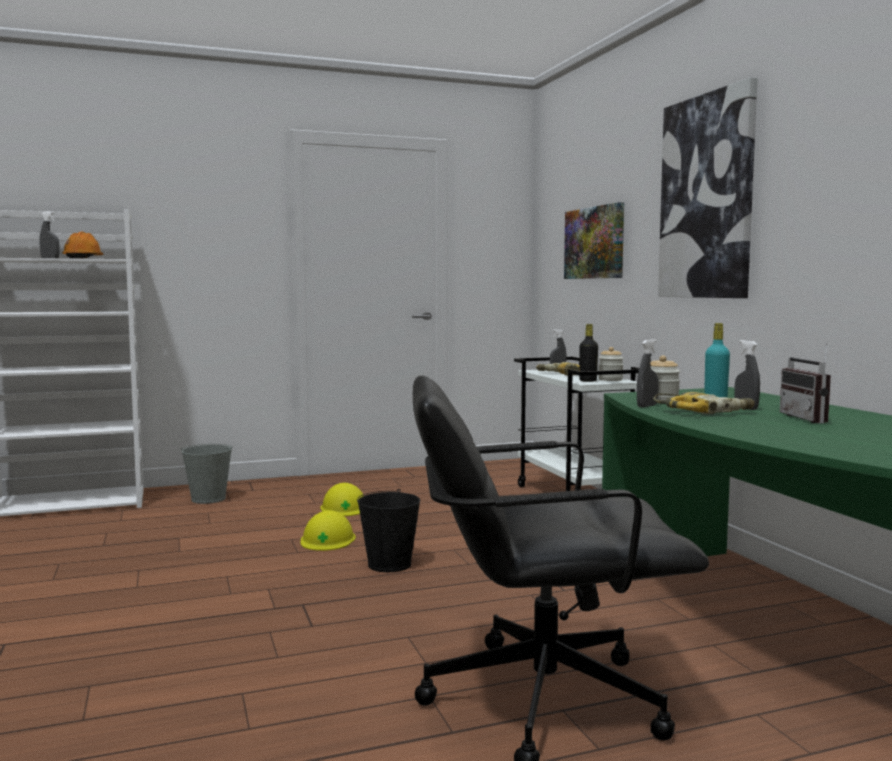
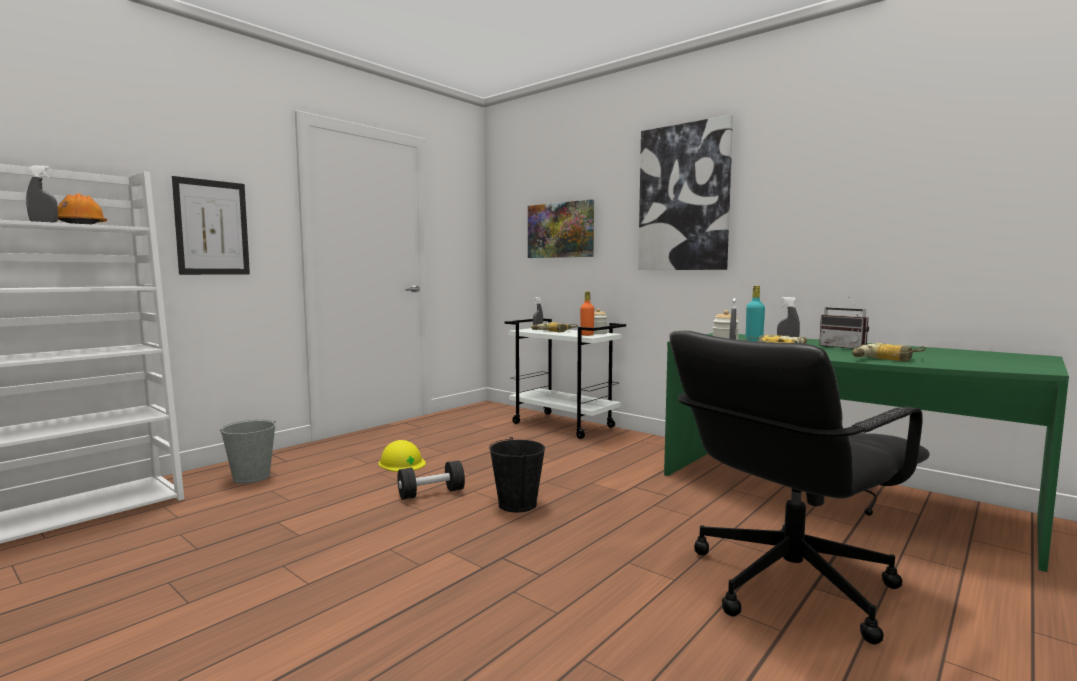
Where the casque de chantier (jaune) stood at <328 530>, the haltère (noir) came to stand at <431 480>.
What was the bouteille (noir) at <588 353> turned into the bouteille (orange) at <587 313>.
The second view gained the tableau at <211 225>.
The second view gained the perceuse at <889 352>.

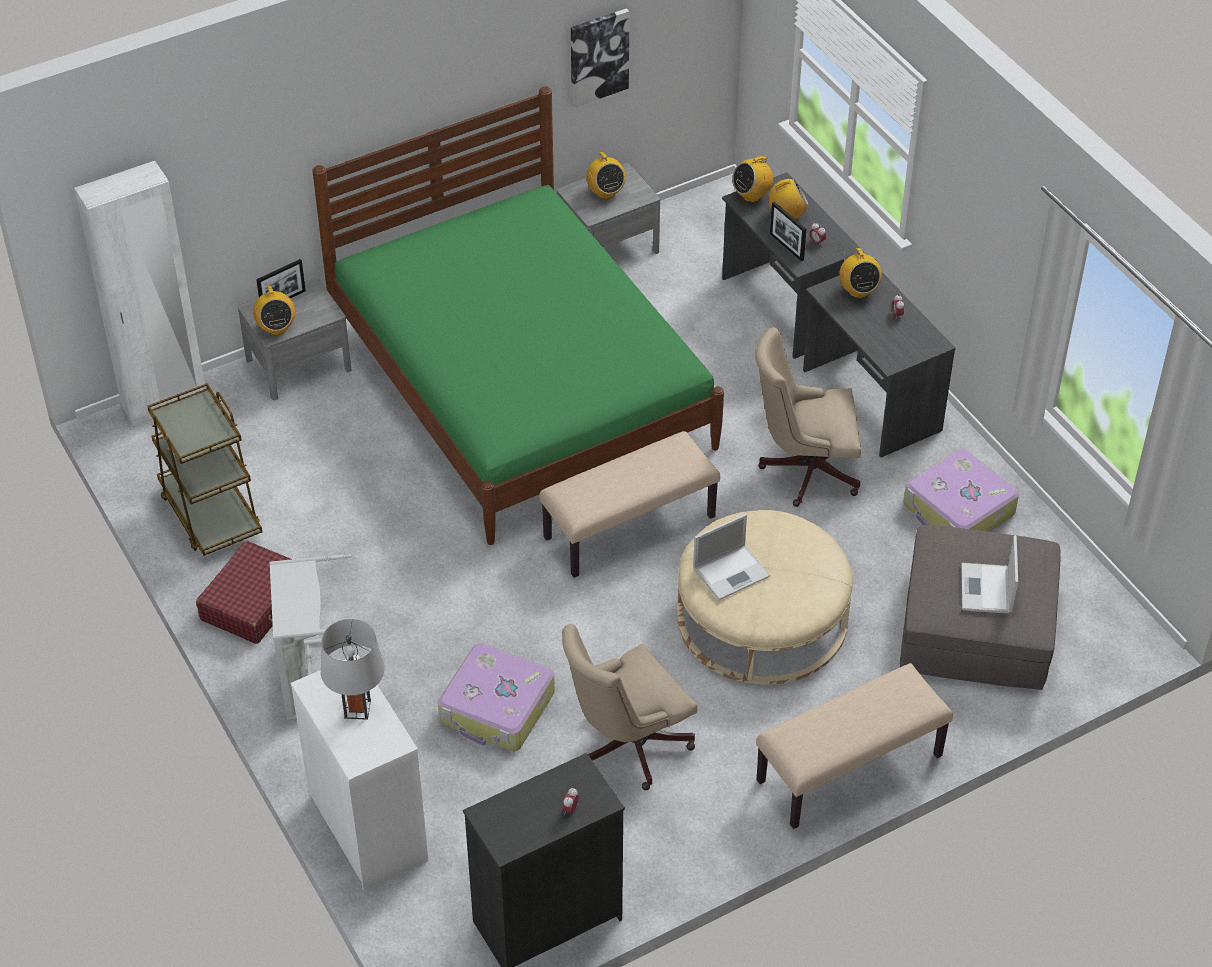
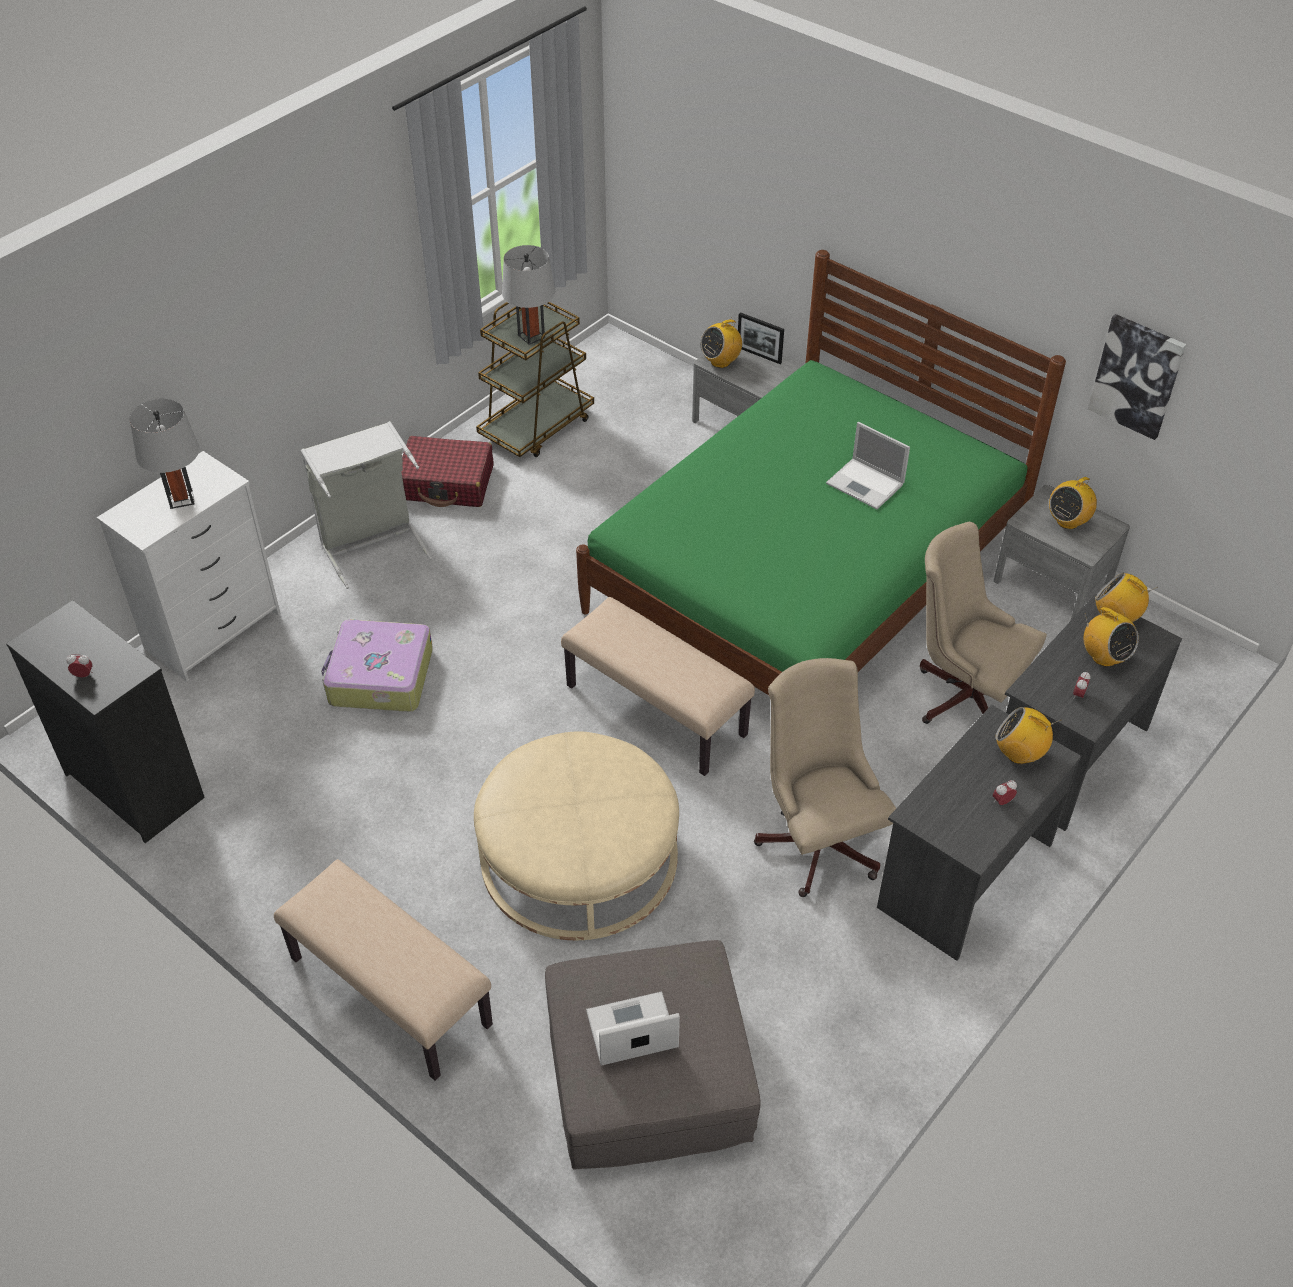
The second view lost the armoire (blanc) at <140 293>.
The chaise de bureau (beige) ended up elsewhere, having gone from <629 707> to <983 623>.
The ordinateur portable ended up elsewhere, having gone from <731 557> to <868 465>.
The second view lost the cadre photo at <788 231>.
The radio at <860 273> ended up facing another way, 60 degrees clockwise from before.
The second view lost the valise at <961 490>.
The second view gained the lampe de table (gris) at <528 295>.

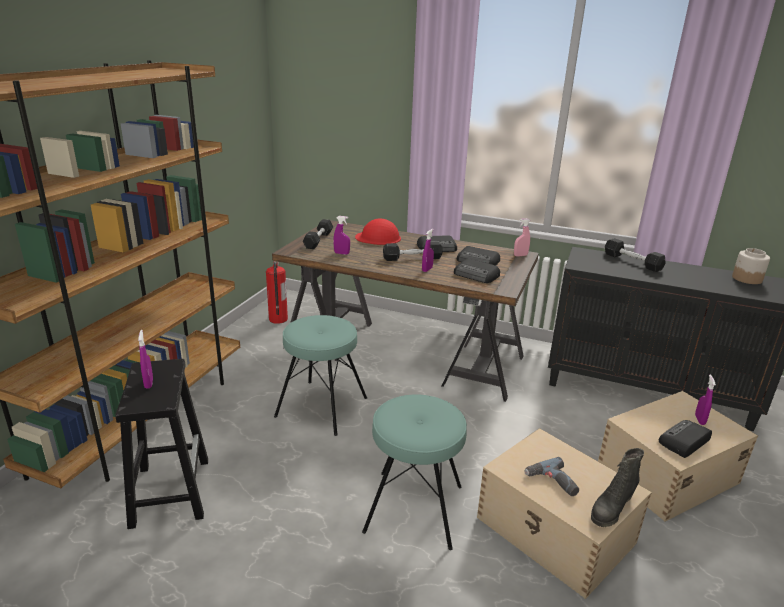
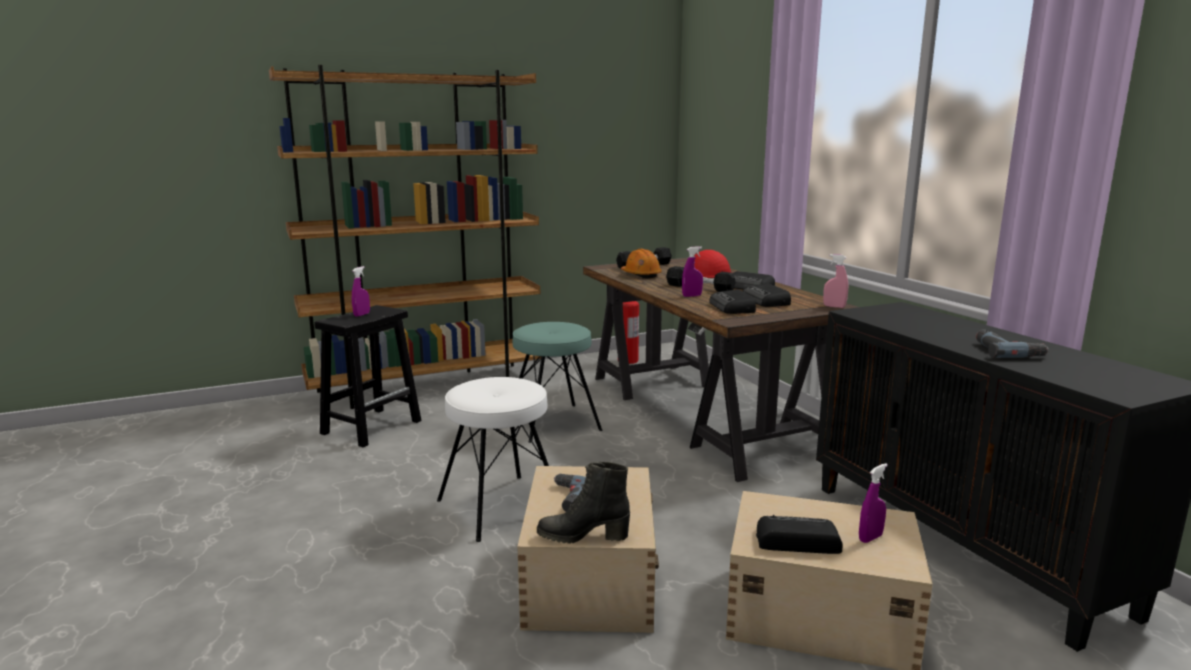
Where the vaporisateur (violet) stood at <341 235>, the casque de chantier (orange) came to stand at <641 264>.
What was the tabouret (turquoise) at <414 472> turned into the tabouret (blanc) at <493 459>.
The second view lost the haltère (noir) at <635 255>.
The second view lost the bocal at <751 266>.
The second view gained the perceuse at <1012 343>.

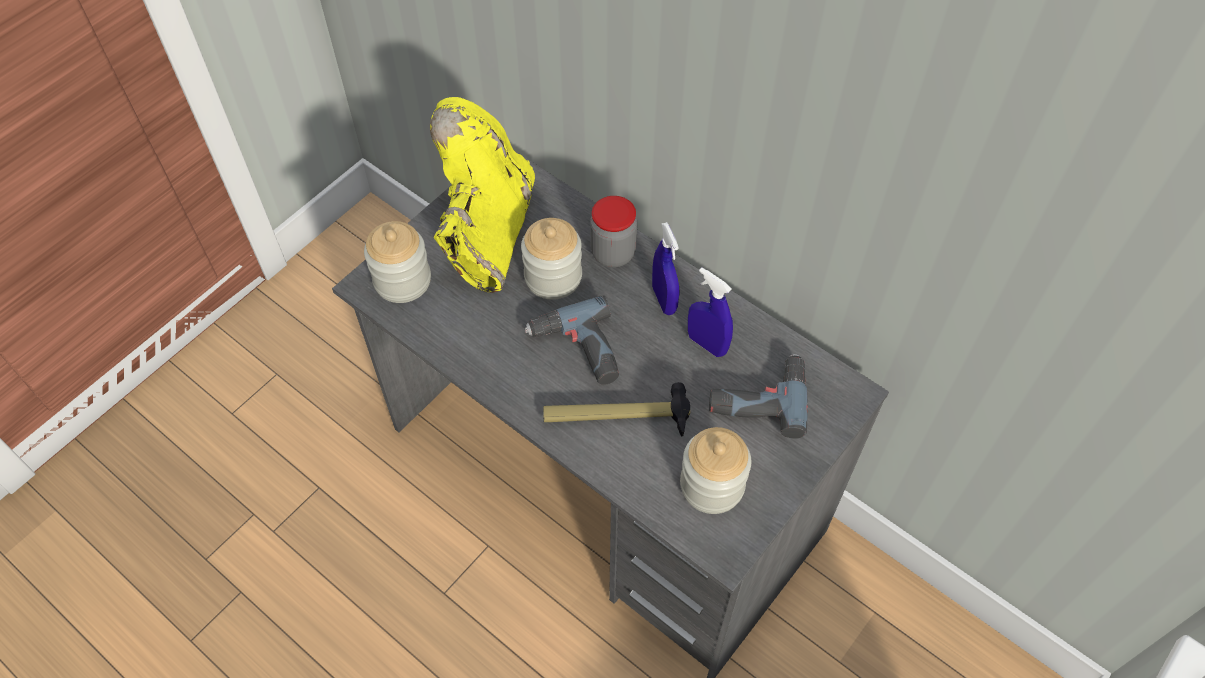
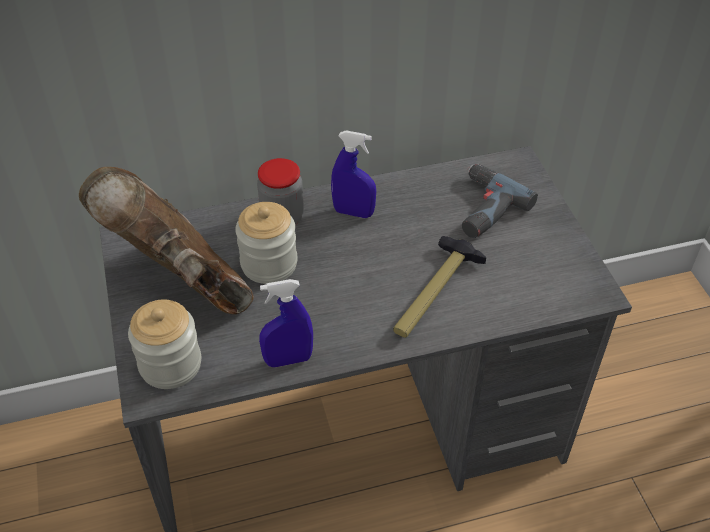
What was the botte (jaune) at <482 195> turned into the botte (marron) at <166 241>.
The second view lost the perceuse at <571 340>.
The second view lost the bocal at <715 470>.
The vaporisateur (bleu) ended up elsewhere, having gone from <710 312> to <286 323>.

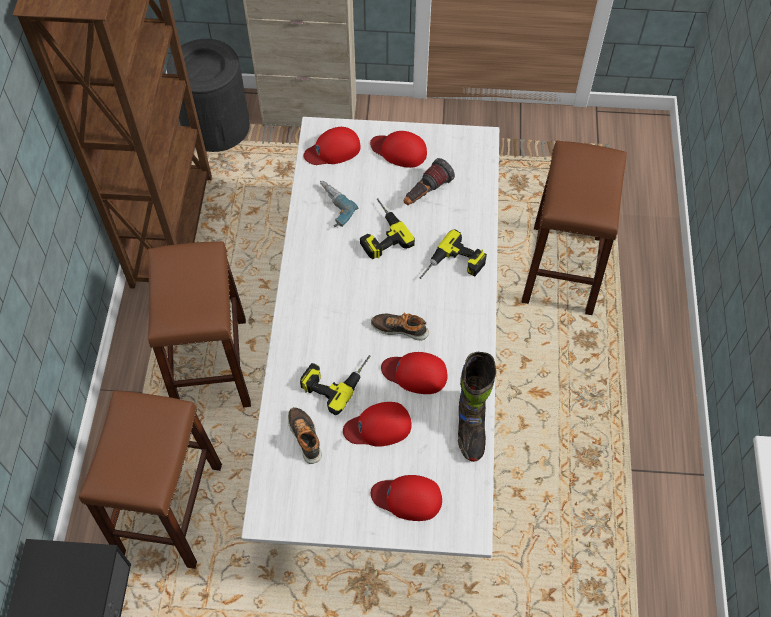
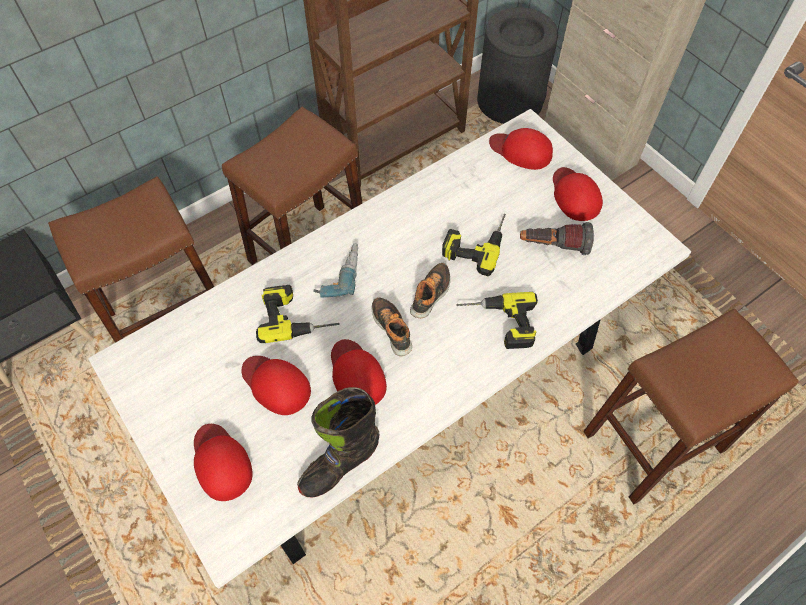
The chaussure ended up elsewhere, having gone from <305 435> to <430 290>.
The perceuse ended up elsewhere, having gone from <339 204> to <335 270>.

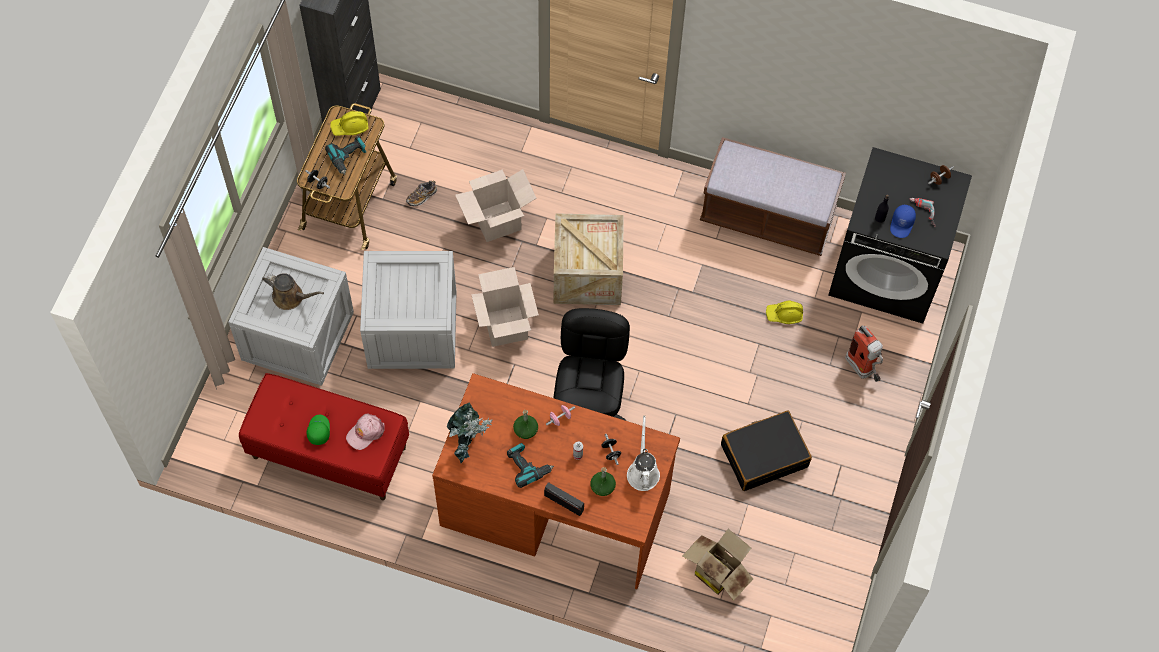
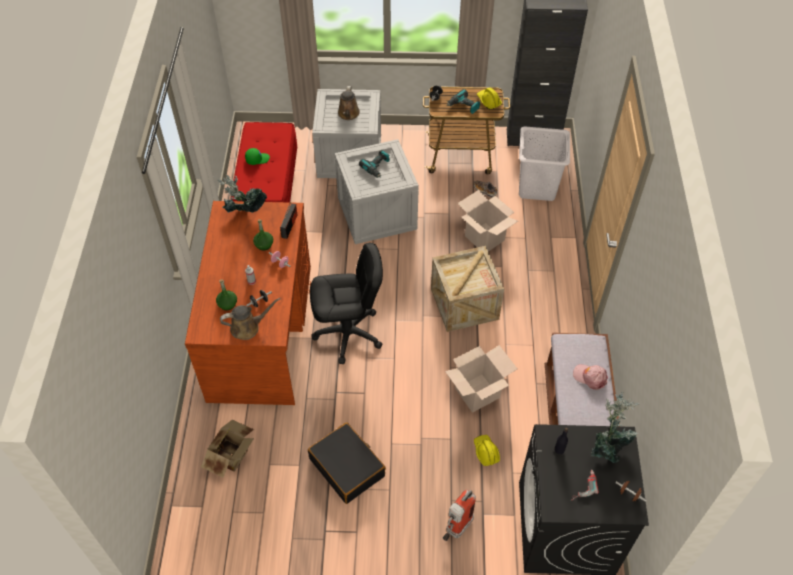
The casquette (rose) ended up elsewhere, having gone from <365 432> to <590 377>.
The carton ended up elsewhere, having gone from <505 307> to <481 379>.
The perceuse ended up elsewhere, having gone from <530 465> to <374 164>.
The radio ended up elsewhere, having gone from <564 499> to <288 220>.
What was the arrosoir (blanc) at <643 453> turned into the arrosoir (marron) at <250 319>.
The second view lost the casquette (bleu) at <903 221>.
The second view gained the panier à linge (blanc) at <544 163>.
The second view gained the plante en pot at <615 427>.

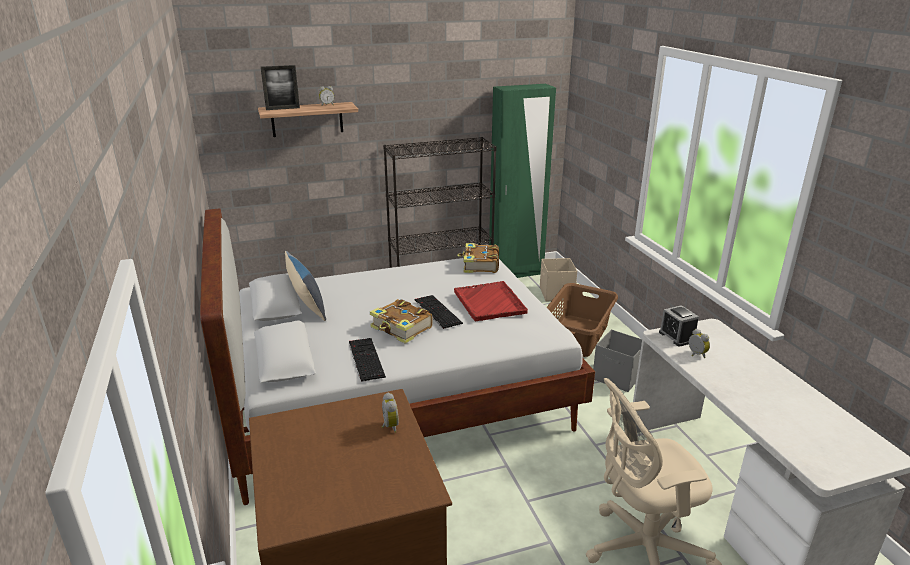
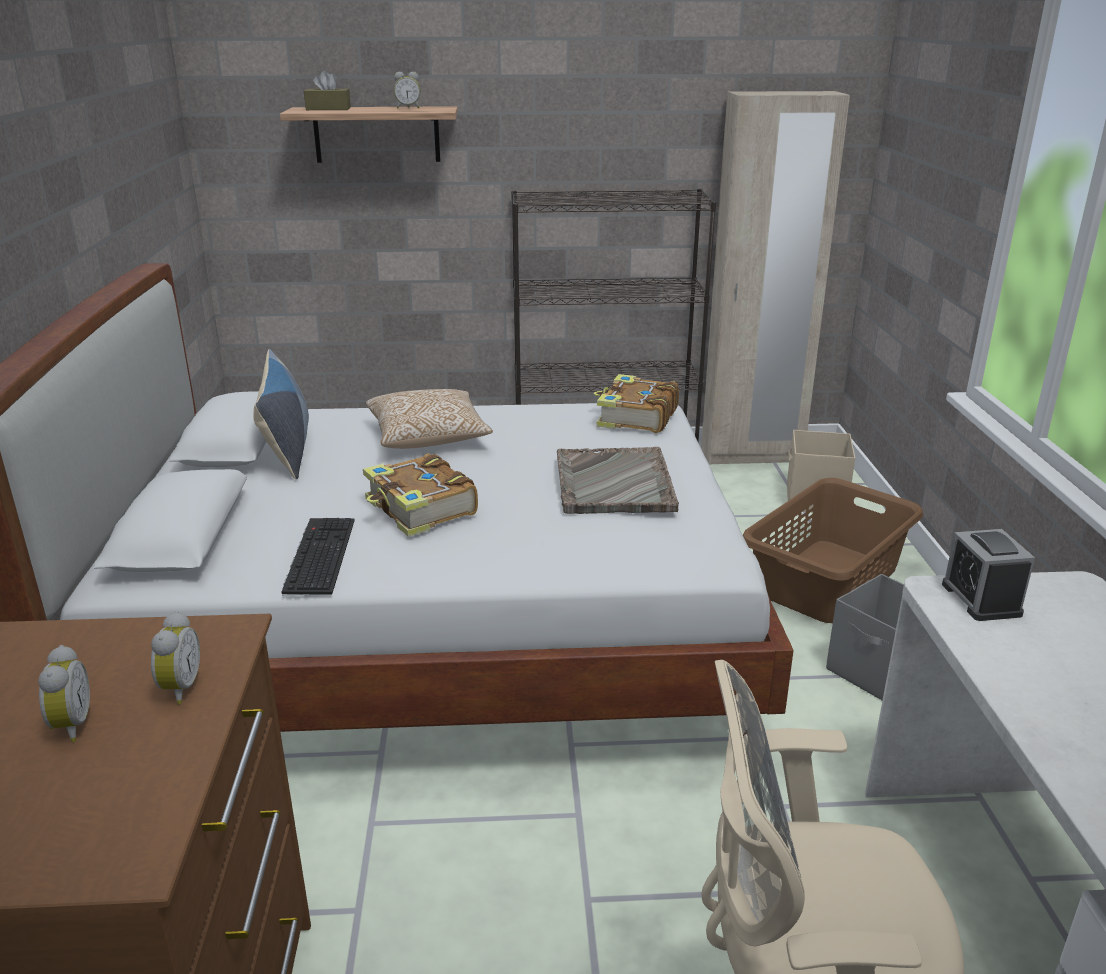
Where the cadre photo stood at <280 87>, the boîte à mouchoirs (marron) came to stand at <327 90>.
The second view lost the clavier at <439 312>.
What was the plateau (rouge) at <491 301> turned into the plateau (gris) at <618 480>.
What was the armoire (vert) at <522 181> turned into the armoire (beige) at <775 278>.
The réveil ended up elsewhere, having gone from <699 343> to <64 693>.
The second view gained the coussin at <429 419>.

